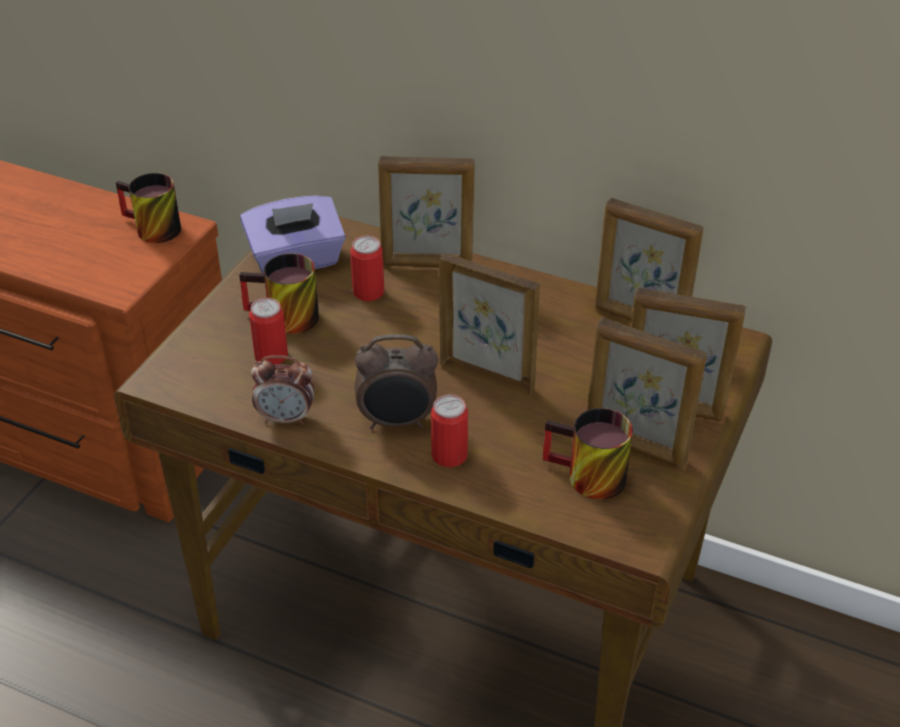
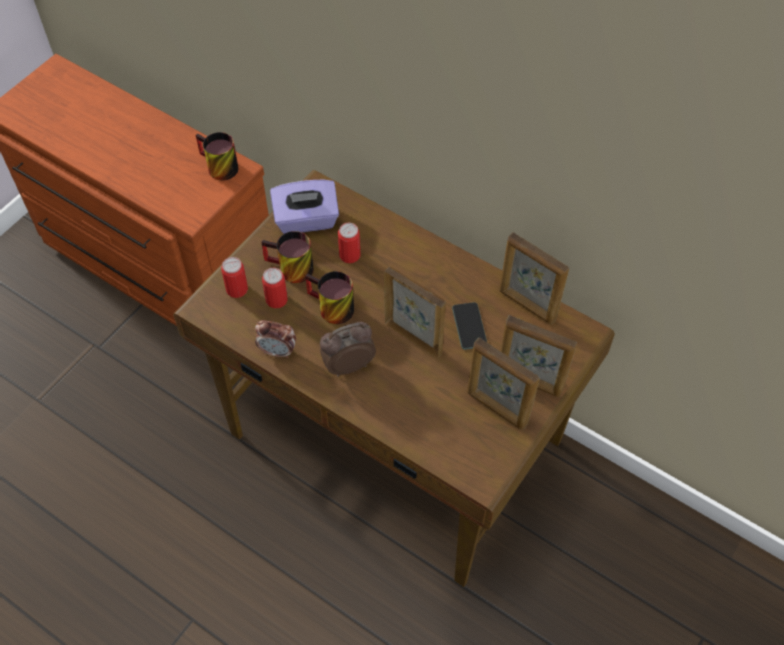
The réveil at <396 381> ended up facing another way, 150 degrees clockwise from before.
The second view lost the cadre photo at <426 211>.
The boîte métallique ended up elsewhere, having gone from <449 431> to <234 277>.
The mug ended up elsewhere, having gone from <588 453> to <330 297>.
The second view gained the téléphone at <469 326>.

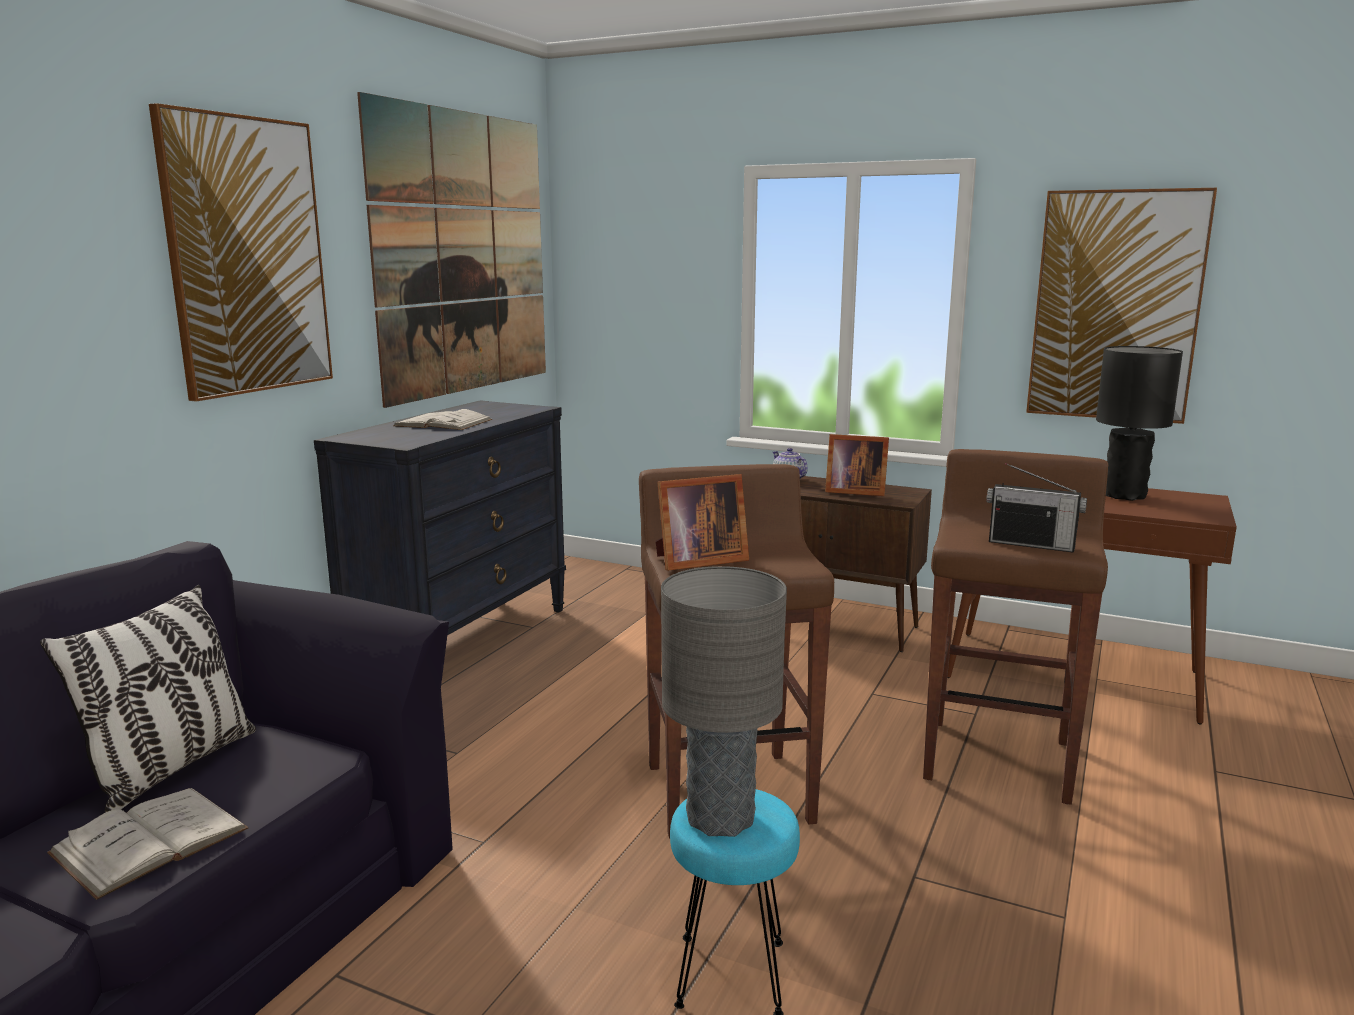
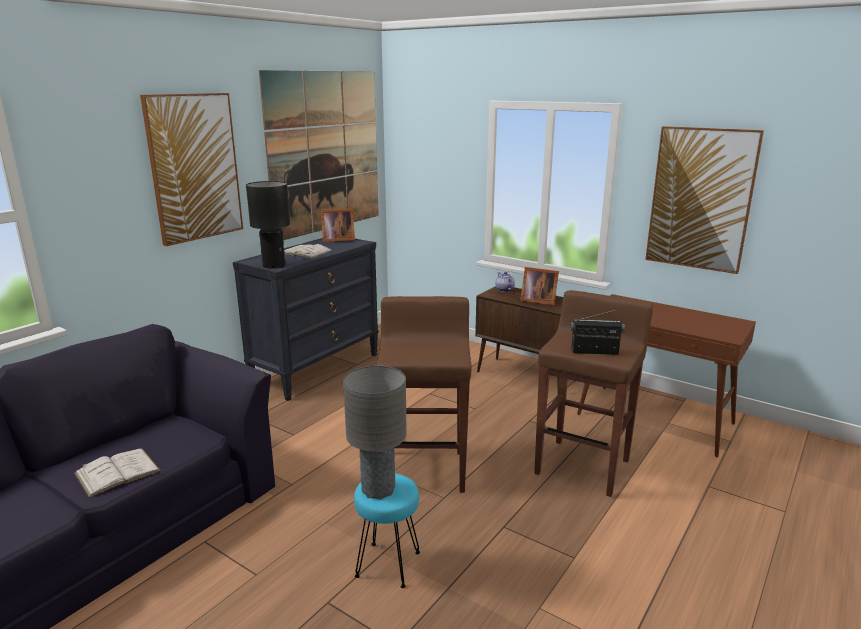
The second view lost the coussin at <148 699>.
The cadre photo ended up elsewhere, having gone from <702 522> to <338 225>.
The radio at <1036 508> ended up facing another way, 150 degrees clockwise from before.
The lampe de table (noir) ended up elsewhere, having gone from <1139 423> to <268 225>.

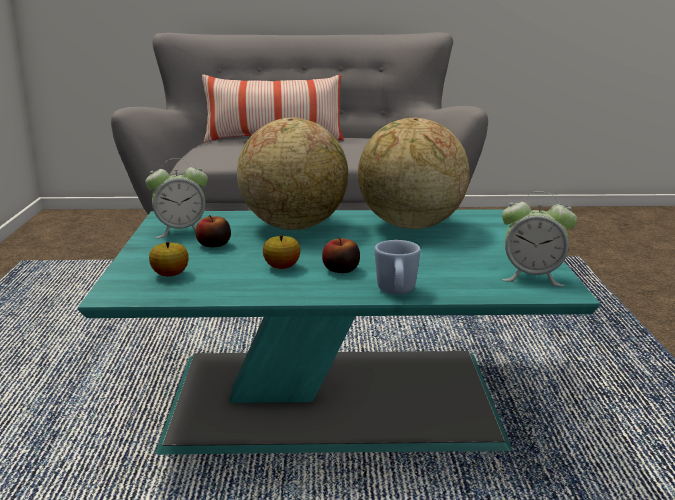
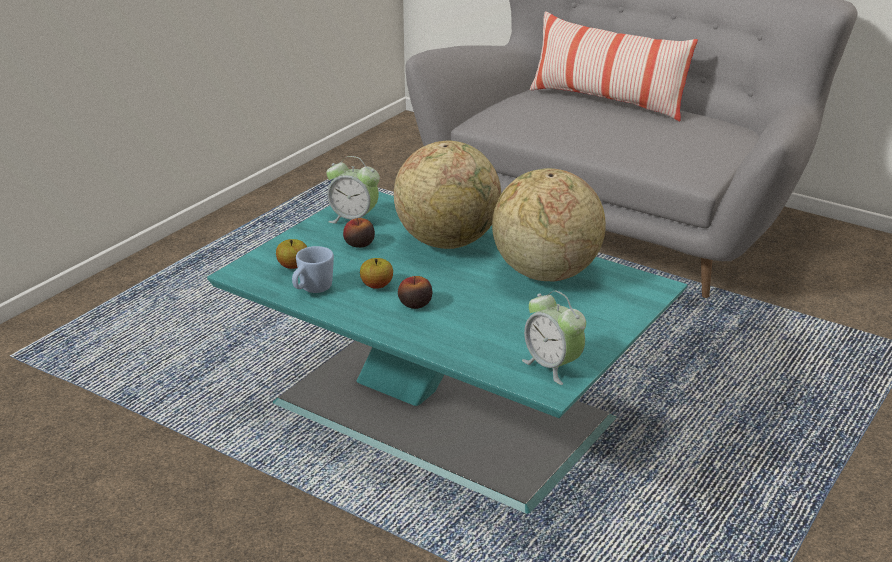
The mug (bleu) ended up elsewhere, having gone from <398 267> to <313 269>.

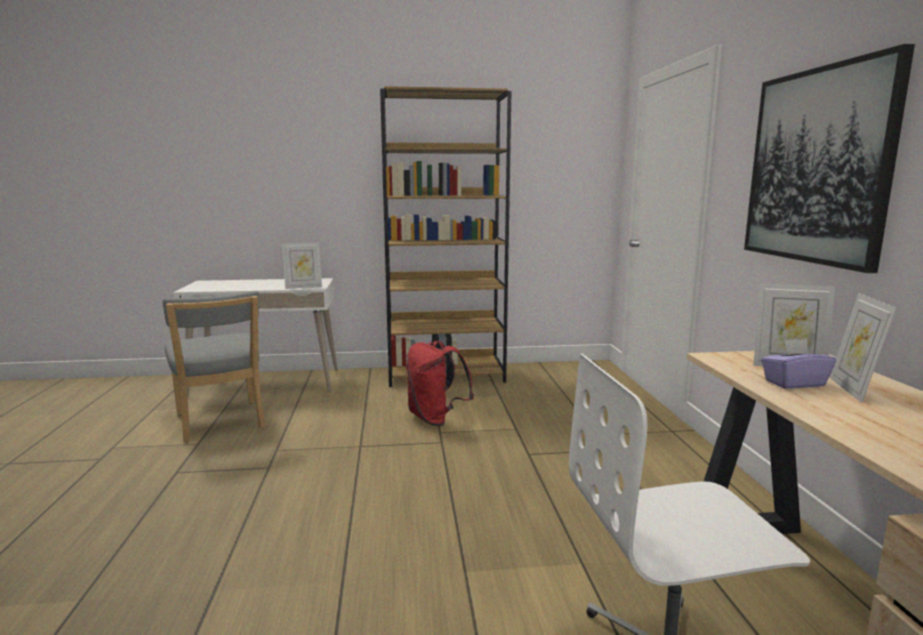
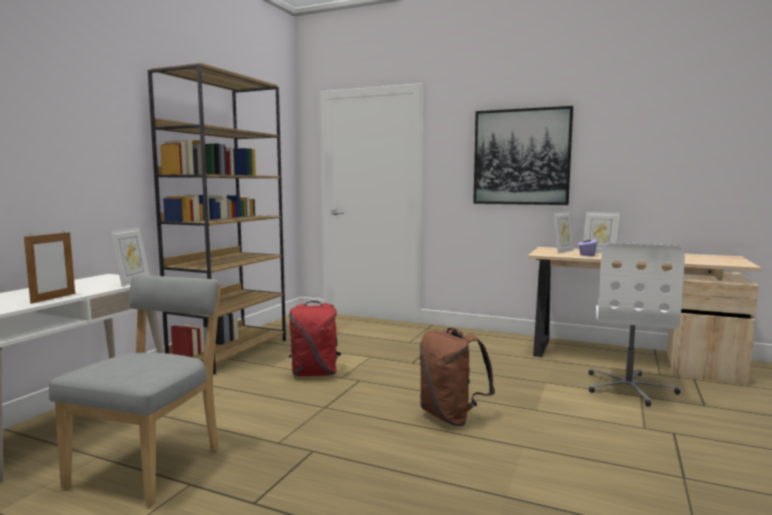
The chaise (gris) at <214 367> ended up facing another way, 75 degrees counterclockwise from before.
The second view gained the cadre photo at <49 268>.
The second view gained the sac à dos (marron) at <457 377>.

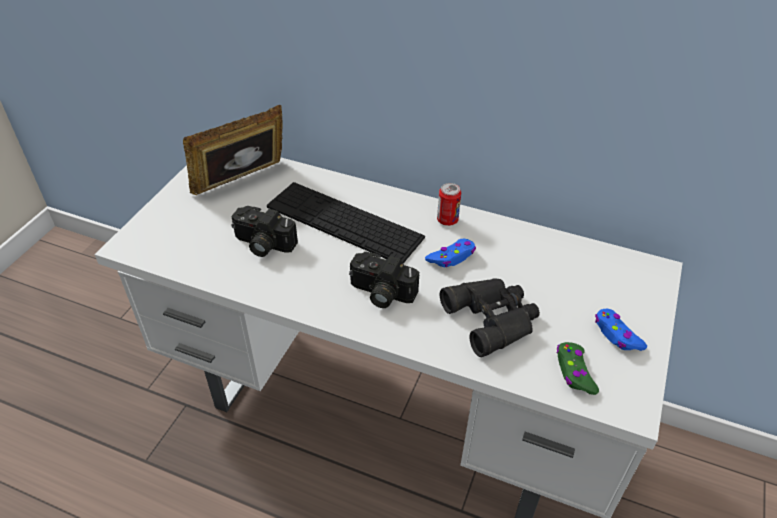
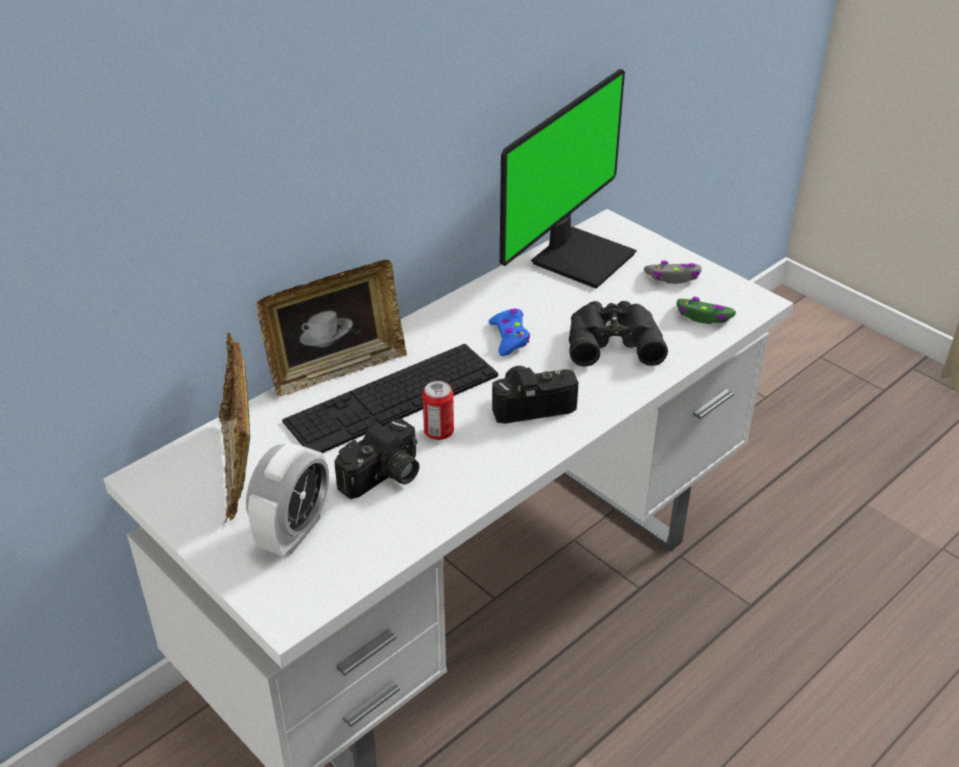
The appareil photo at <384 280> ended up facing another way, 150 degrees counterclockwise from before.
The boîte métallique ended up elsewhere, having gone from <449 204> to <438 410>.
What was the manette (bleu) at <621 330> turned into the manette (gris) at <673 272>.
The second view gained the réveil at <287 499>.
The second view gained the cadre photo at <332 328>.
The second view gained the écran d'ordinateur at <568 179>.

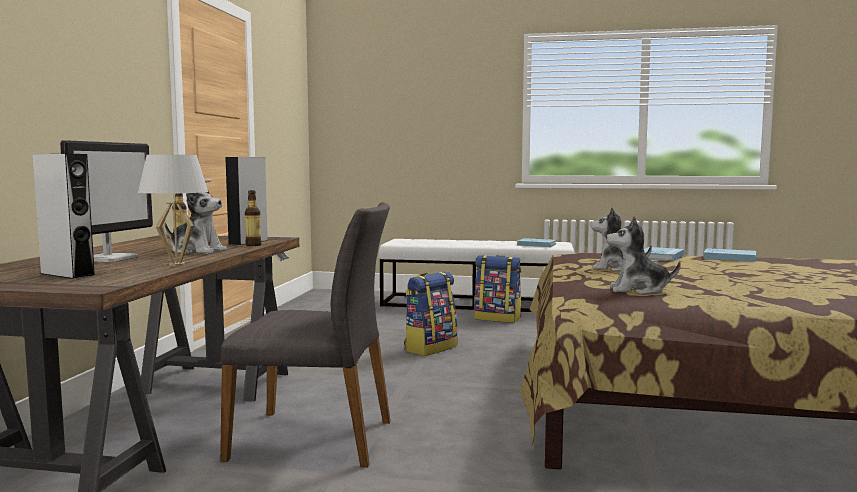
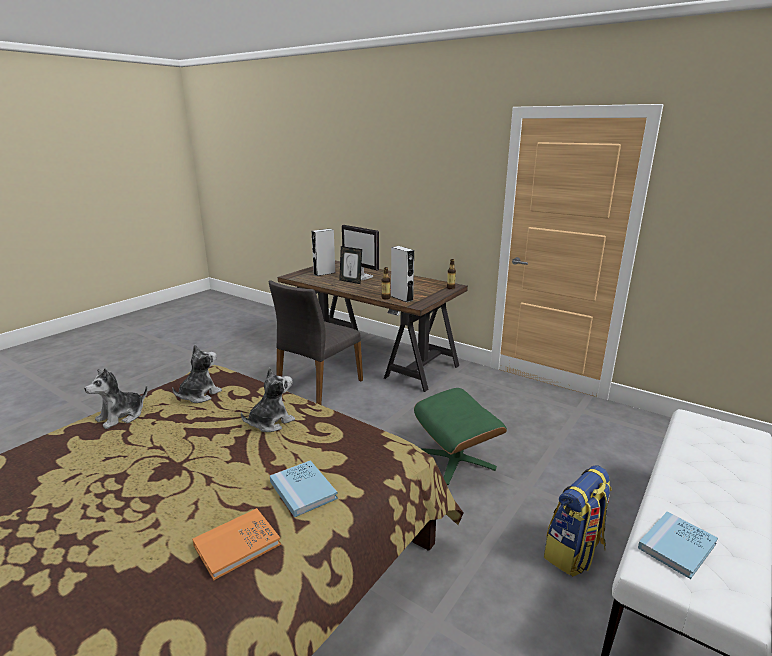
The second view lost the lampe de table (blanc) at <173 210>.
The peluche ended up elsewhere, having gone from <196 222> to <116 398>.
Where the sac à dos stood at <430 314>, the pouf (vert) came to stand at <460 436>.
What was the livre (bleu) at <729 255> turned into the livre (orange) at <236 544>.
The second view gained the cadre photo at <350 265>.

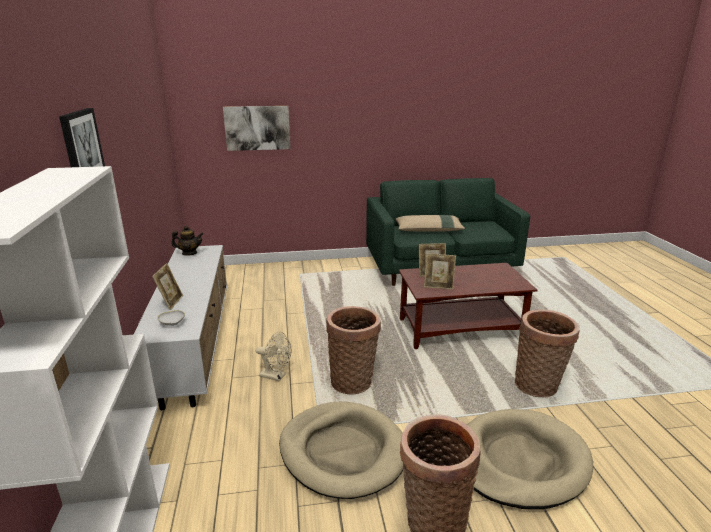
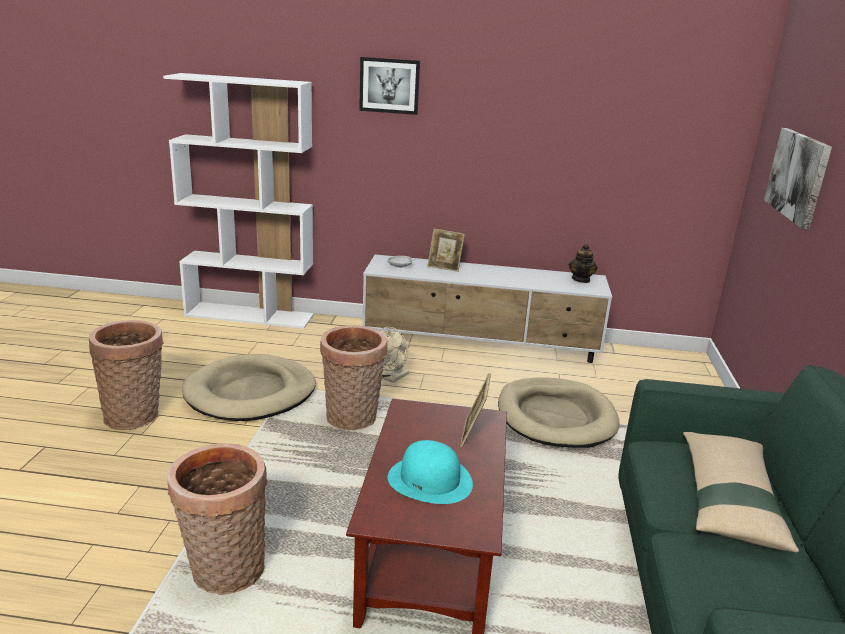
The second view lost the cadre photo at <440 271>.
The panier pour chien (beige) ended up elsewhere, having gone from <530 459> to <559 413>.
The second view gained the chapeau (turquoise) at <430 472>.

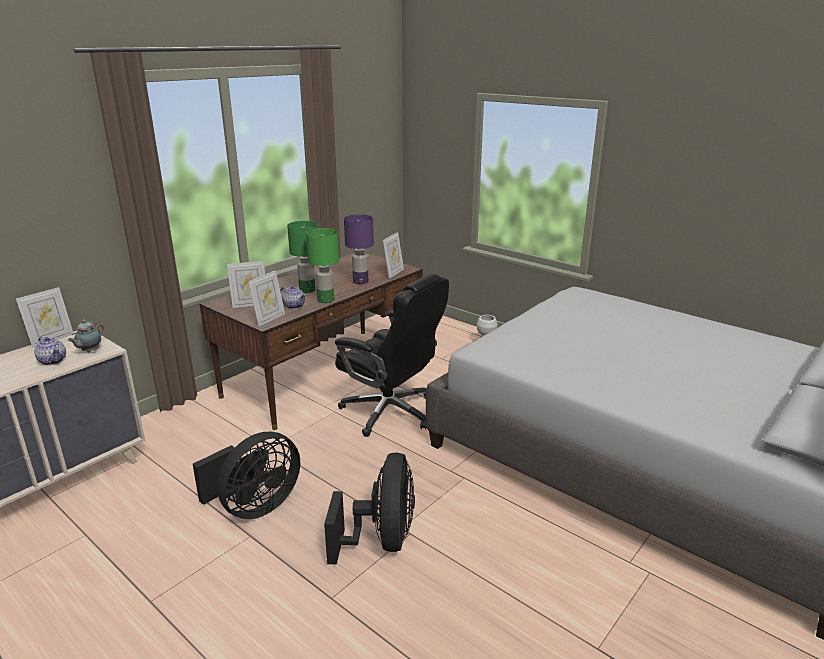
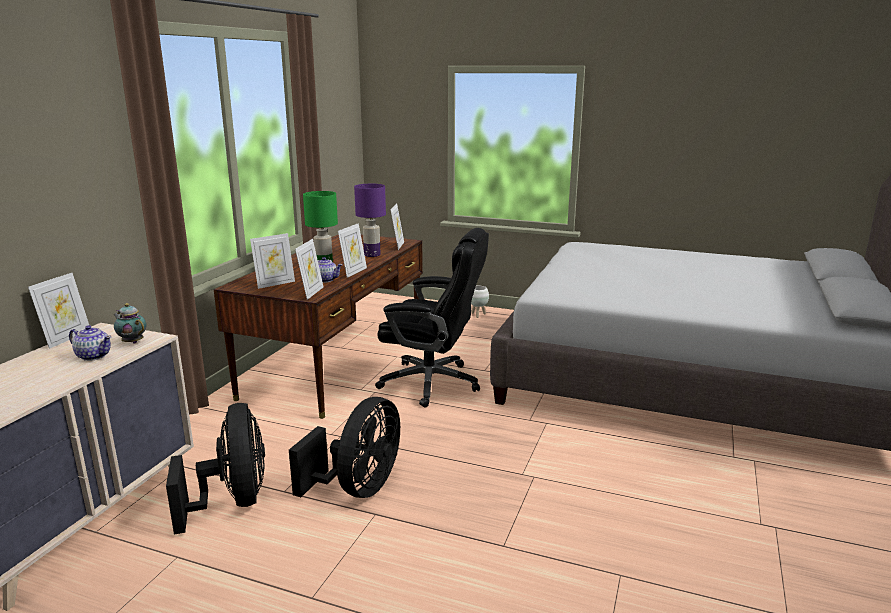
The théière at <86 336> ended up facing another way, 120 degrees clockwise from before.
Where the lampe de table (vert) stood at <322 265>, the cadre photo came to stand at <352 250>.
The ventilateur (noir) ended up elsewhere, having gone from <369 508> to <215 468>.

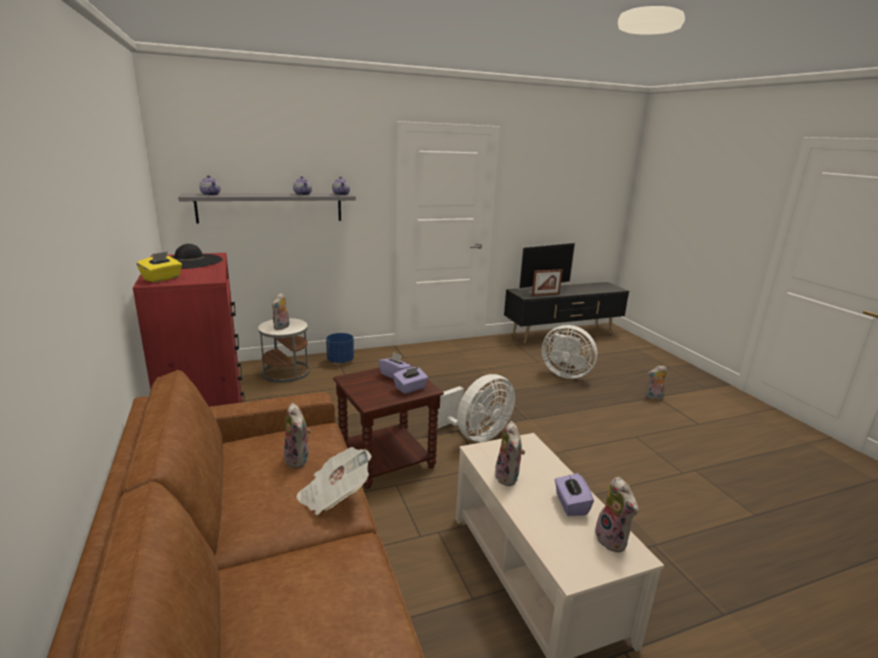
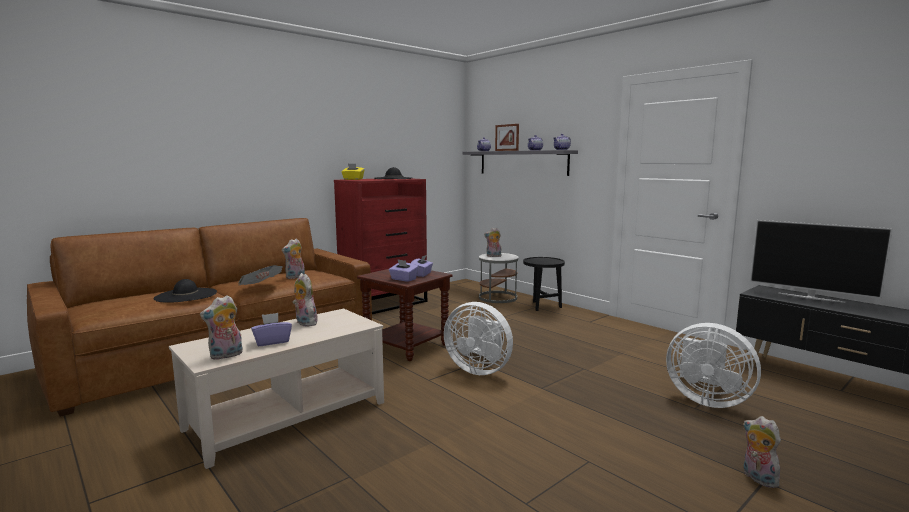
Where the cache-pot (bleu) stood at <340 348>, the table d'appoint (noir) came to stand at <544 284>.
The peluche at <510 453> ended up facing another way, 75 degrees clockwise from before.
The cadre photo ended up elsewhere, having gone from <547 282> to <507 137>.
The ventilateur (blanc) at <570 352> ended up facing another way, 60 degrees counterclockwise from before.
The second view gained the chapeau (noir) at <185 291>.

